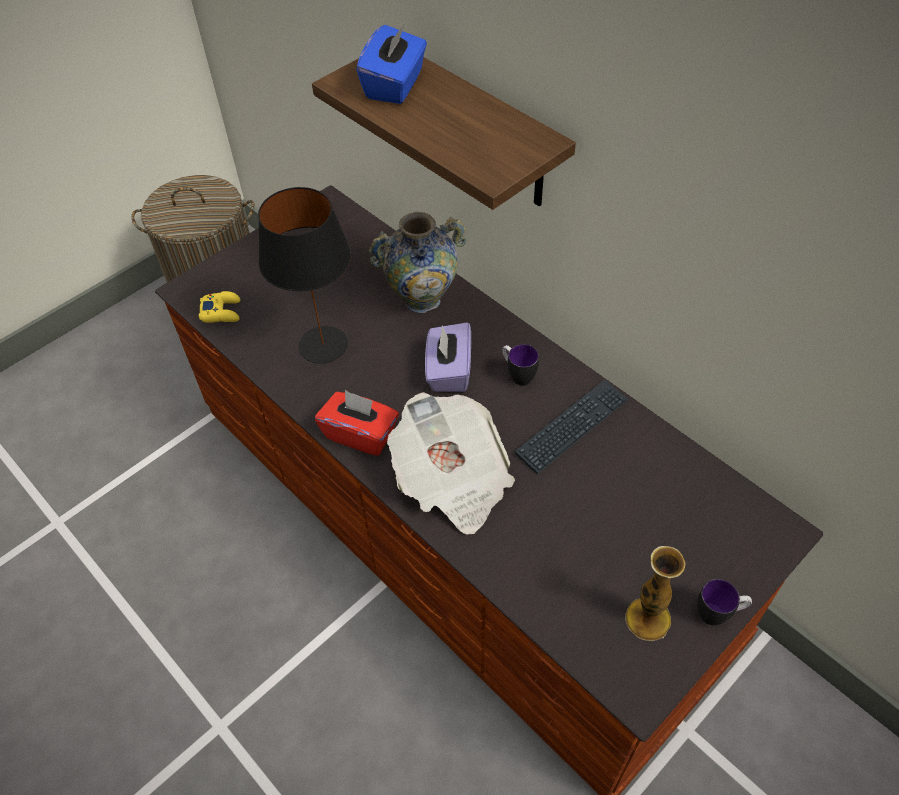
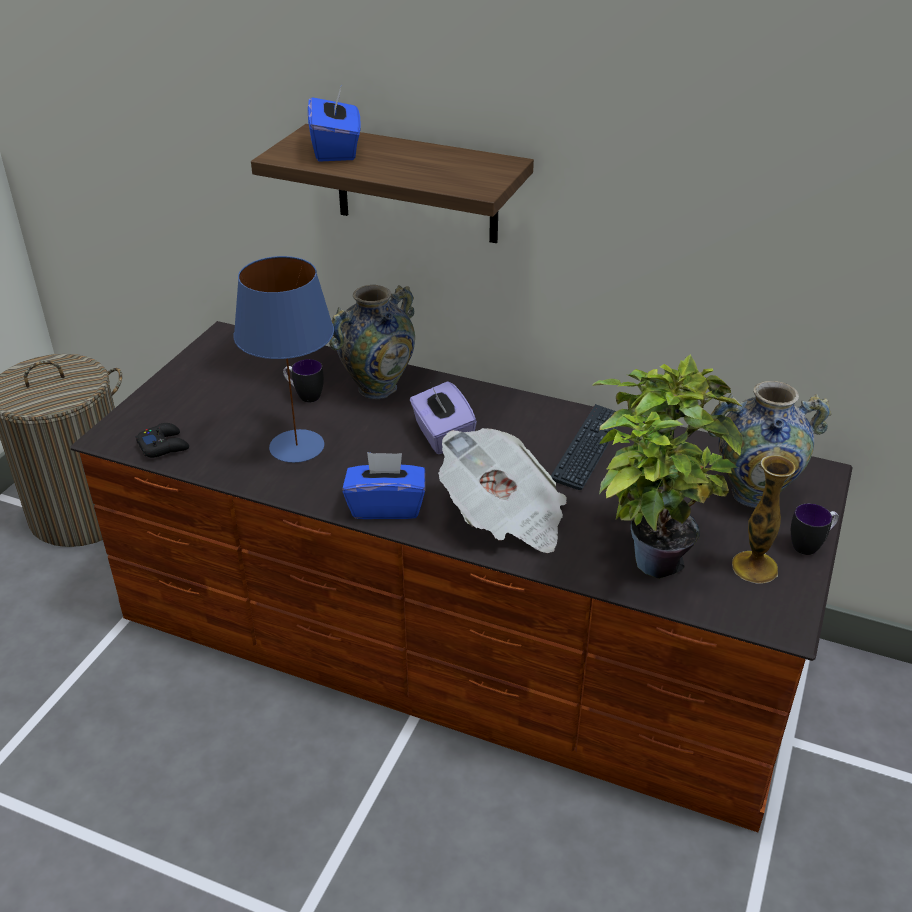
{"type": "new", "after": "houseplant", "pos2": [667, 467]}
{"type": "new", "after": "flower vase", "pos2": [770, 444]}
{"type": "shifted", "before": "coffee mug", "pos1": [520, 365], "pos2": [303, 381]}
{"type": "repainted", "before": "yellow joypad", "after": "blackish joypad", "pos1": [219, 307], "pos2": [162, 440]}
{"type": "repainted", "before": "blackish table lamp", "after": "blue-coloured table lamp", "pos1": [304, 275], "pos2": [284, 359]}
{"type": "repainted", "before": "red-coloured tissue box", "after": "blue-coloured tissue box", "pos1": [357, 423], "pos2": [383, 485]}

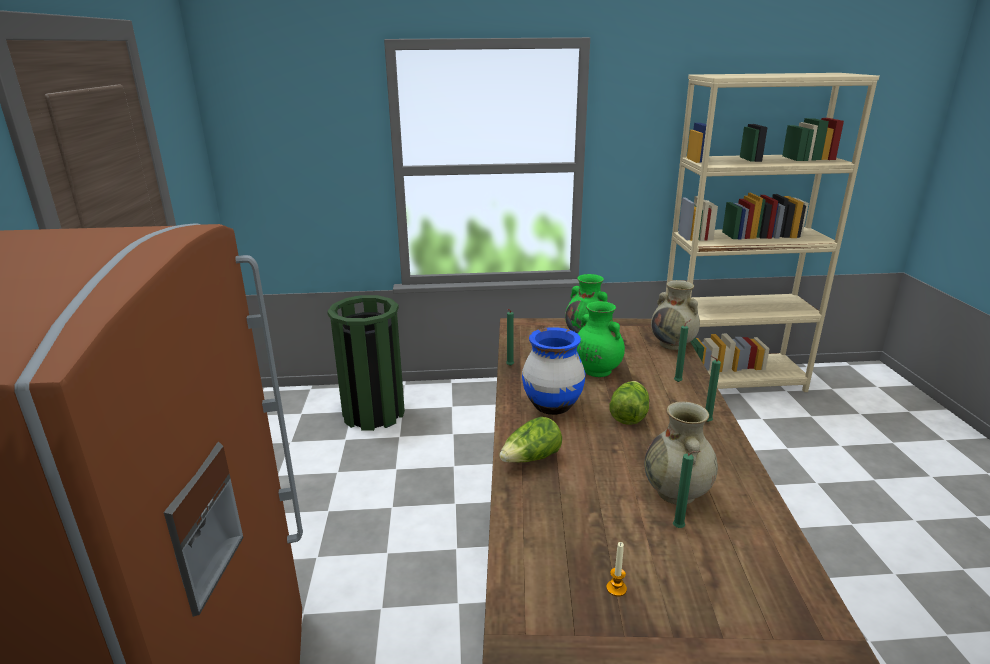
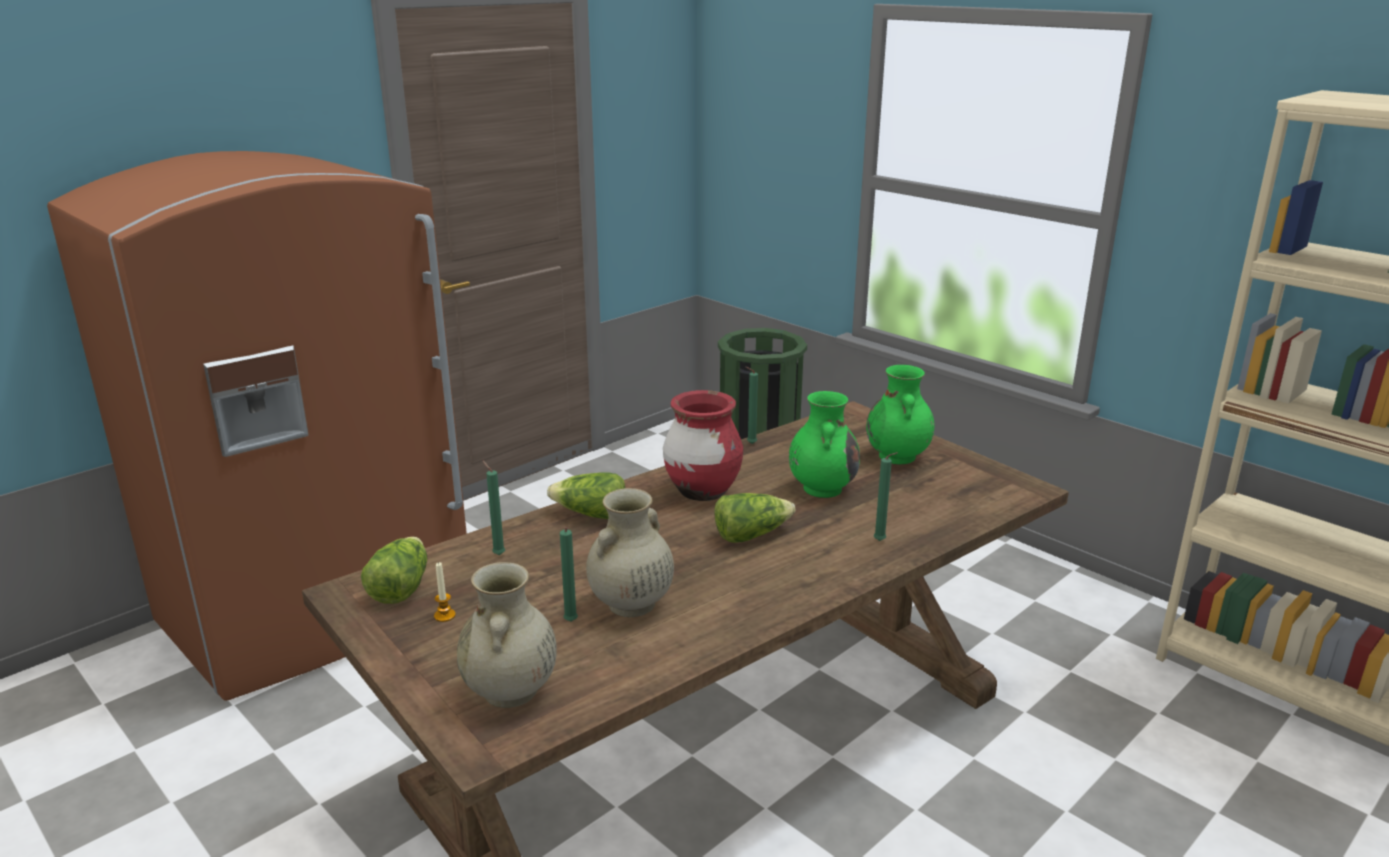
{"type": "new", "after": "lettuce", "pos2": [394, 570]}
{"type": "shifted", "before": "sand-coloured flower vase", "pos1": [675, 315], "pos2": [507, 635]}
{"type": "shifted", "before": "green wax candle", "pos1": [713, 389], "pos2": [494, 508]}
{"type": "repainted", "before": "blue-coloured flower vase", "after": "red-coloured flower vase", "pos1": [554, 371], "pos2": [703, 445]}

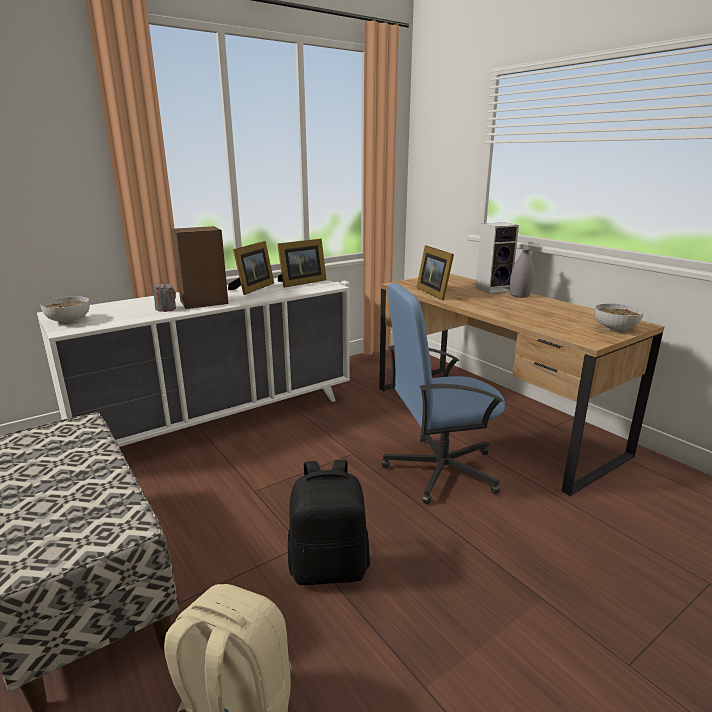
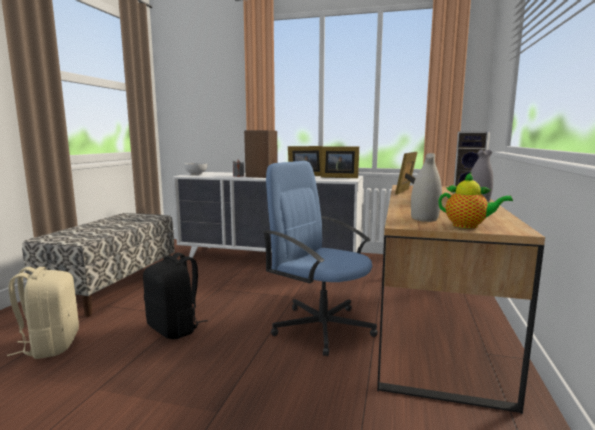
{"type": "new", "after": "white flower vase", "pos2": [426, 187]}
{"type": "swapped", "before": "serving bowl", "after": "tea pot", "pos1": [619, 317], "pos2": [475, 200]}

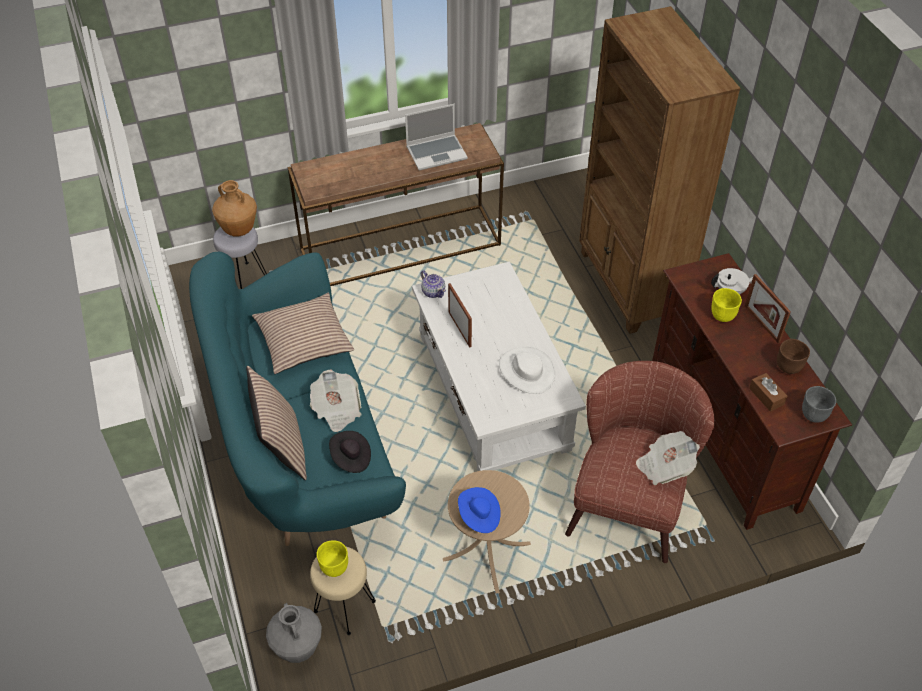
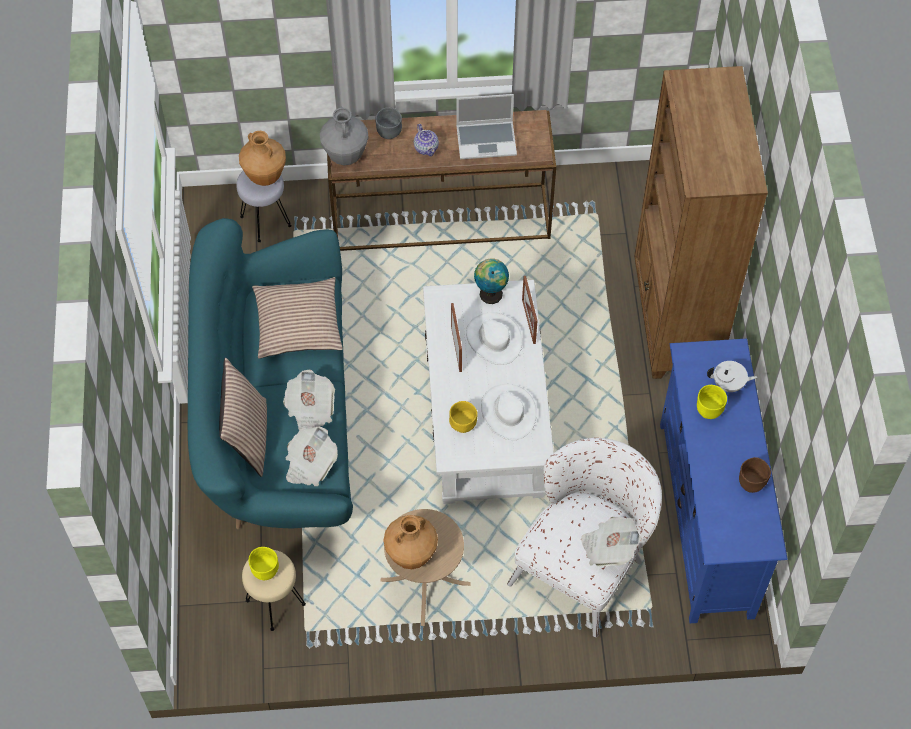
{"type": "gone", "before": "brown tissue box", "pos1": [768, 392]}
{"type": "new", "after": "yellow serving bowl", "pos2": [463, 417]}
{"type": "new", "after": "white hat", "pos2": [494, 338]}
{"type": "new", "after": "world globe", "pos2": [491, 281]}
{"type": "shifted", "before": "greyish flower vase", "pos1": [294, 633], "pos2": [344, 136]}
{"type": "shifted", "before": "tea pot", "pos1": [433, 284], "pos2": [426, 140]}
{"type": "shifted", "before": "picture frame", "pos1": [768, 308], "pos2": [530, 310]}
{"type": "shifted", "before": "greyish serving bowl", "pos1": [819, 404], "pos2": [388, 123]}
{"type": "swapped", "before": "blackish hat", "after": "printed paper", "pos1": [350, 452], "pos2": [312, 456]}
{"type": "swapped", "before": "blue-coloured hat", "after": "brown flower vase", "pos1": [479, 510], "pos2": [410, 542]}
{"type": "repainted", "before": "brown armchair", "after": "white armchair", "pos1": [640, 462], "pos2": [584, 537]}
{"type": "repainted", "before": "brown media console", "after": "blue-coloured media console", "pos1": [752, 391], "pos2": [724, 481]}

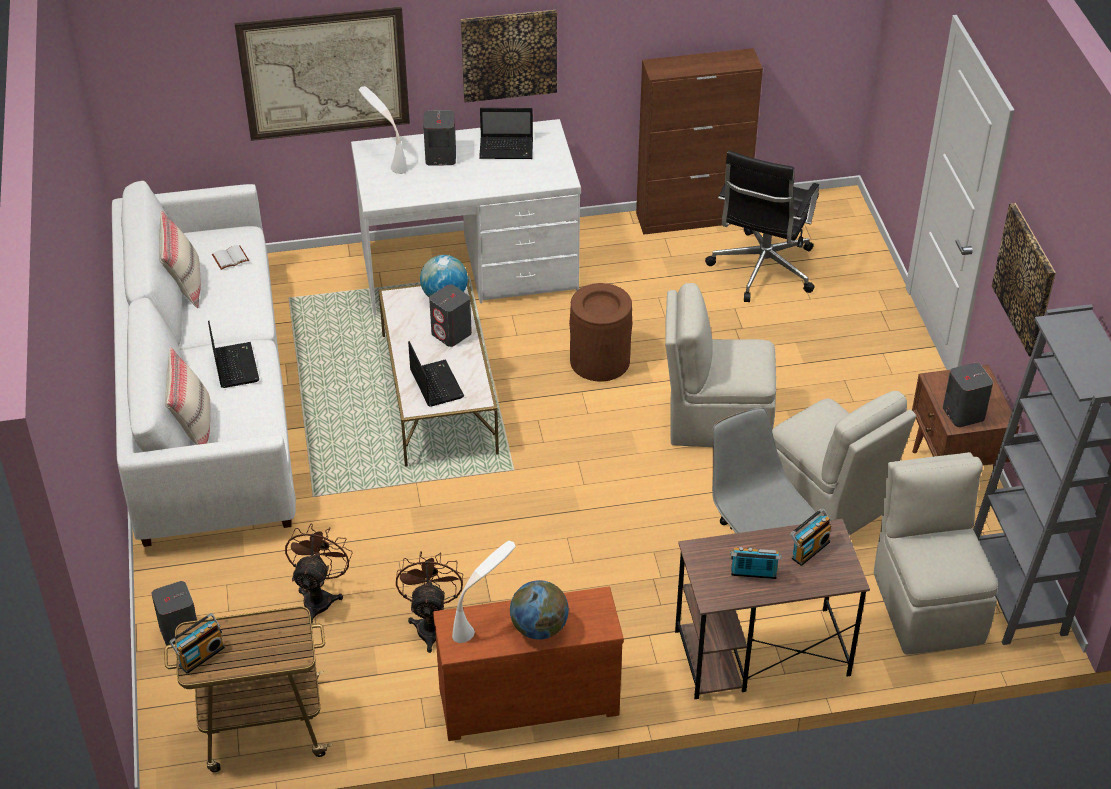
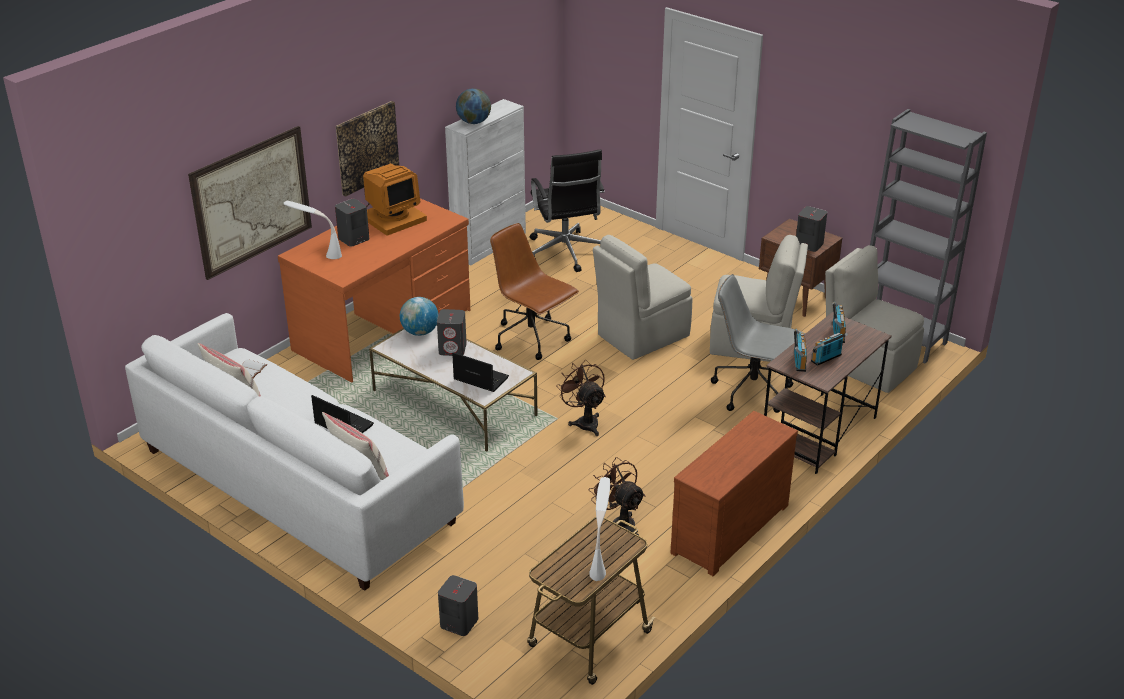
{"type": "gone", "before": "wall picture", "pos1": [1024, 280]}
{"type": "shifted", "before": "radio receiver", "pos1": [197, 643], "pos2": [800, 350]}
{"type": "shifted", "before": "brown fan", "pos1": [319, 573], "pos2": [581, 398]}
{"type": "shifted", "before": "white table lamp", "pos1": [484, 592], "pos2": [599, 529]}
{"type": "shifted", "before": "world globe", "pos1": [539, 610], "pos2": [473, 106]}
{"type": "swapped", "before": "notebook computer", "after": "monitor", "pos1": [506, 133], "pos2": [395, 199]}
{"type": "swapped", "before": "brown waste bin", "after": "brown desk chair", "pos1": [600, 332], "pos2": [534, 291]}
{"type": "repainted", "before": "white desk table", "after": "orange desk table", "pos1": [466, 217], "pos2": [374, 290]}
{"type": "repainted", "before": "brown cabinet", "after": "white cabinet", "pos1": [699, 141], "pos2": [485, 182]}

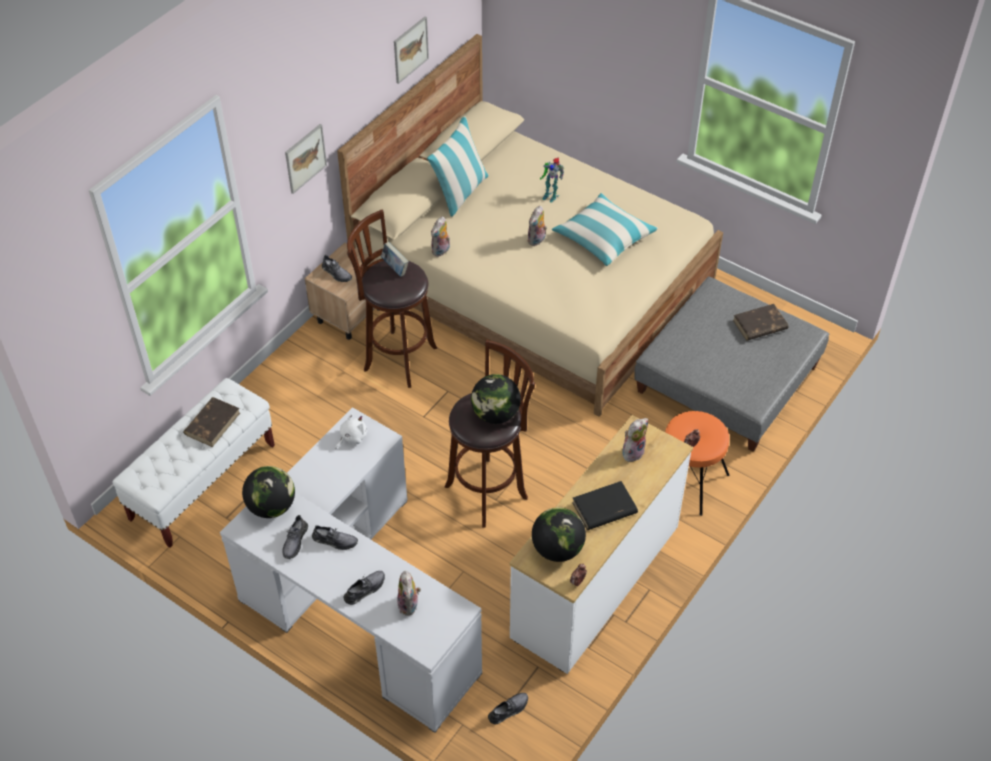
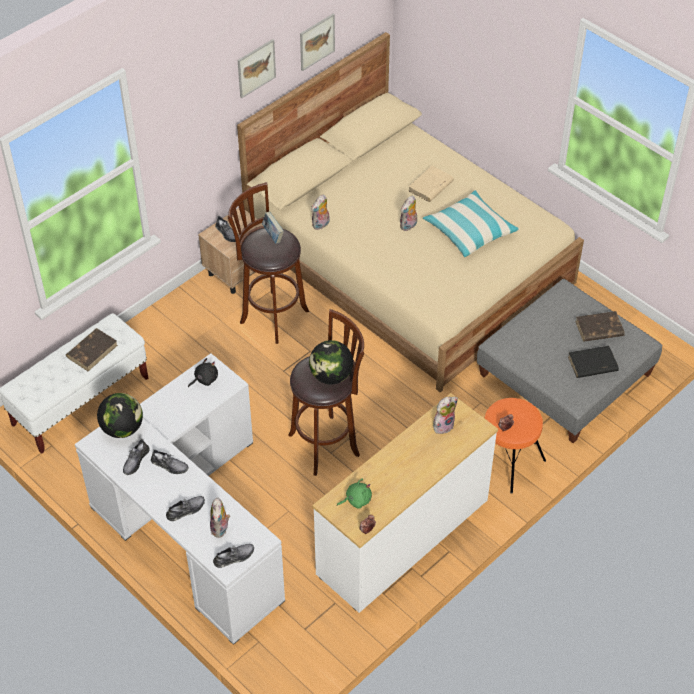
{"type": "gone", "before": "throw pillow", "pos1": [458, 166]}
{"type": "shifted", "before": "wall picture", "pos1": [306, 159], "pos2": [257, 68]}
{"type": "shifted", "before": "greyish shoe", "pos1": [508, 708], "pos2": [233, 556]}
{"type": "shifted", "before": "blackish volume", "pos1": [605, 505], "pos2": [593, 362]}
{"type": "swapped", "before": "world globe", "after": "green plush toy", "pos1": [559, 534], "pos2": [354, 494]}
{"type": "swapped", "before": "robot figure", "after": "sand-coloured volume", "pos1": [552, 180], "pos2": [431, 184]}
{"type": "repainted", "before": "white plush toy", "after": "blackish plush toy", "pos1": [351, 431], "pos2": [203, 372]}

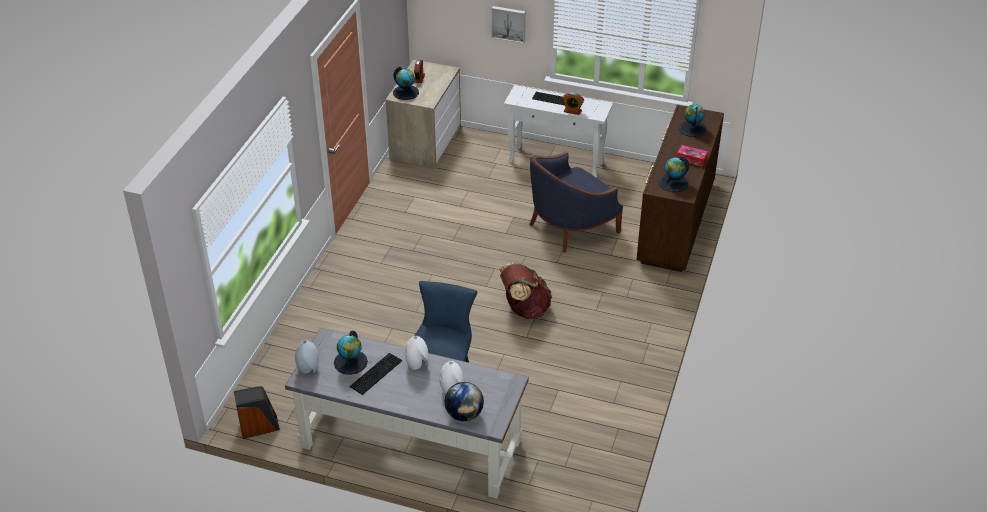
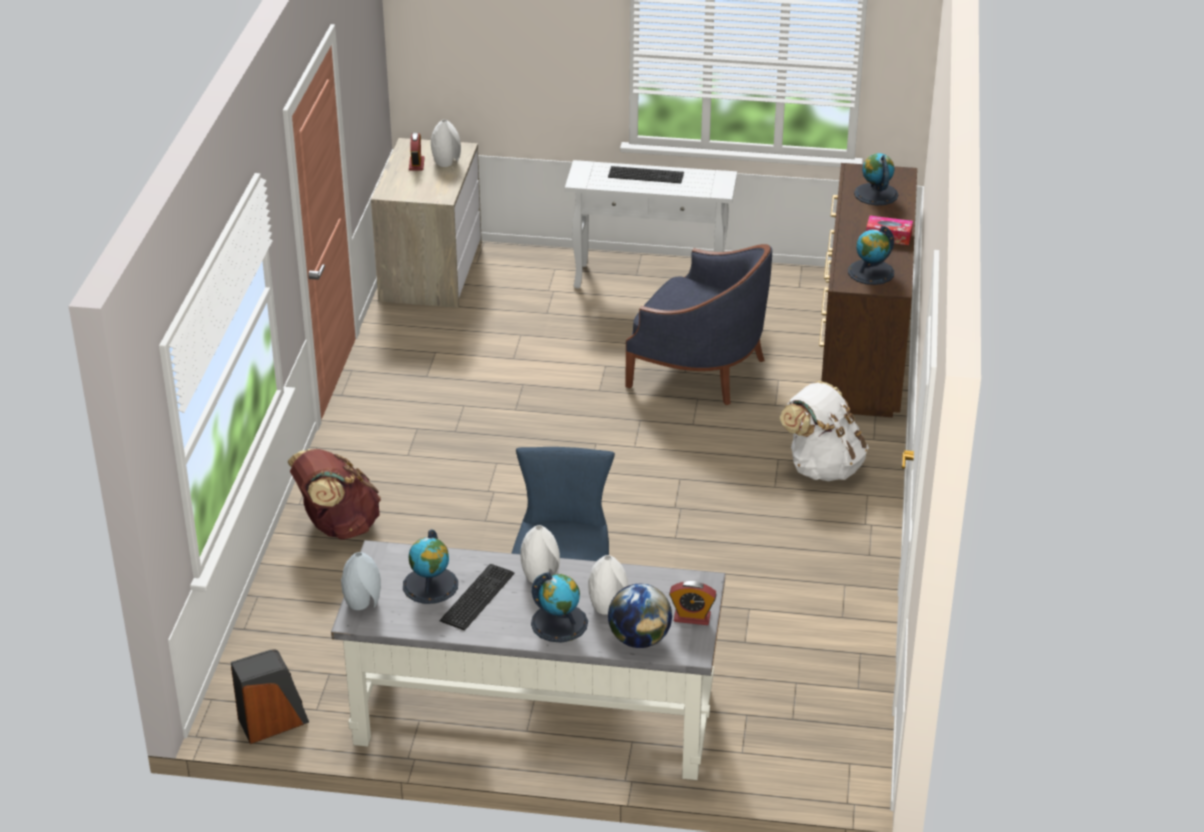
{"type": "gone", "before": "wall picture", "pos1": [509, 24]}
{"type": "new", "after": "white flower vase", "pos2": [446, 143]}
{"type": "new", "after": "white rucksack", "pos2": [824, 431]}
{"type": "shifted", "before": "world globe", "pos1": [406, 83], "pos2": [559, 607]}
{"type": "shifted", "before": "brown rucksack", "pos1": [525, 290], "pos2": [334, 494]}
{"type": "shifted", "before": "alarm clock", "pos1": [573, 104], "pos2": [693, 603]}
{"type": "rotated", "before": "blue-coloured armchair", "pos1": [576, 201], "pos2": [698, 324], "turn": -105}

